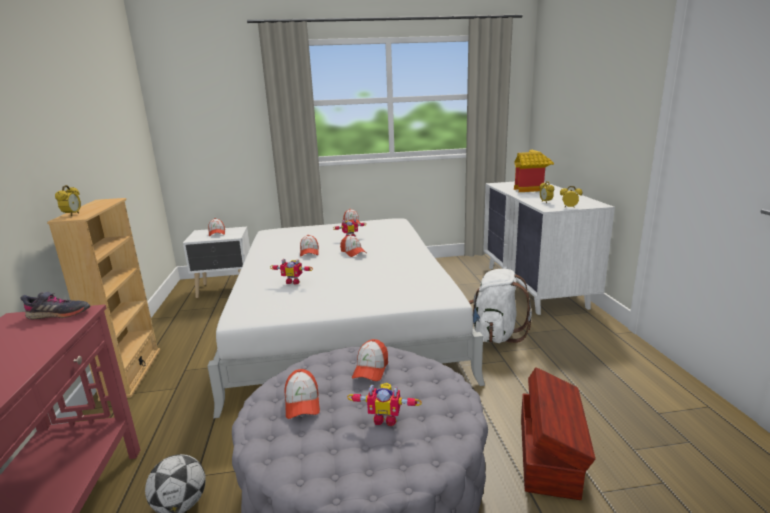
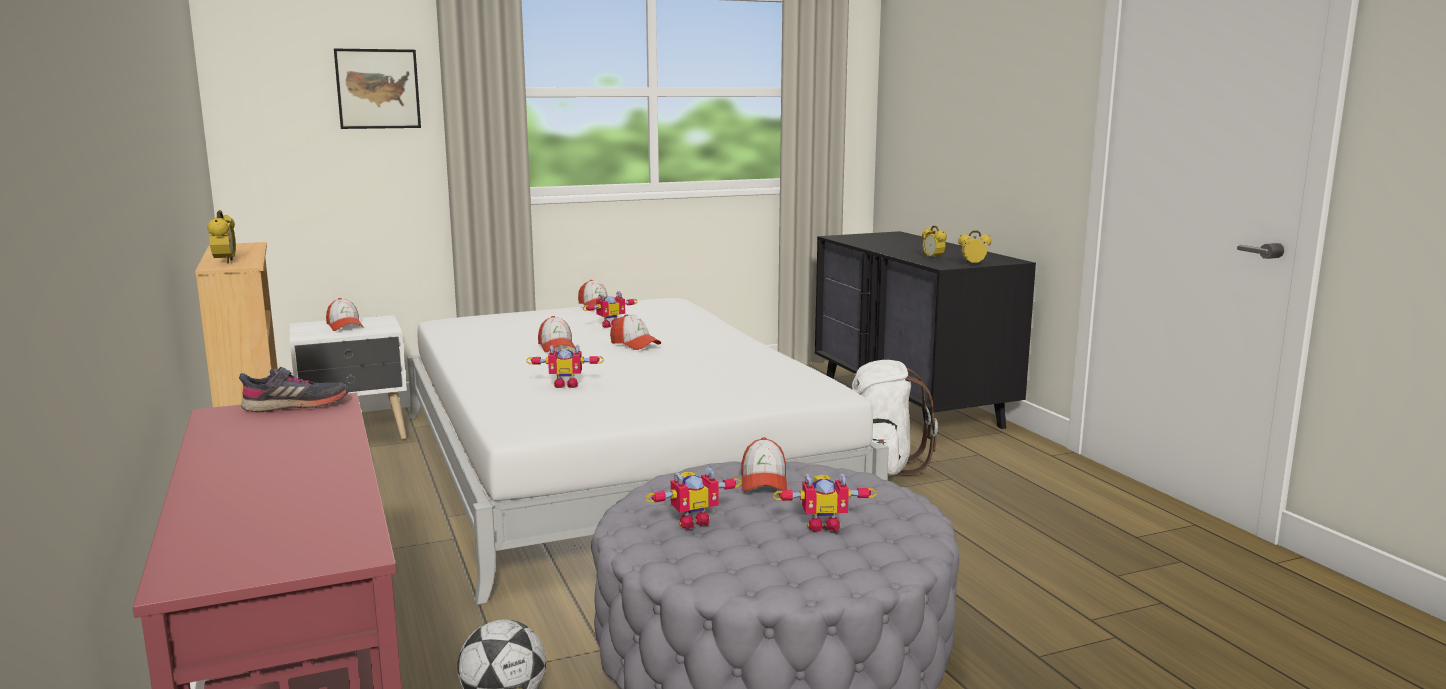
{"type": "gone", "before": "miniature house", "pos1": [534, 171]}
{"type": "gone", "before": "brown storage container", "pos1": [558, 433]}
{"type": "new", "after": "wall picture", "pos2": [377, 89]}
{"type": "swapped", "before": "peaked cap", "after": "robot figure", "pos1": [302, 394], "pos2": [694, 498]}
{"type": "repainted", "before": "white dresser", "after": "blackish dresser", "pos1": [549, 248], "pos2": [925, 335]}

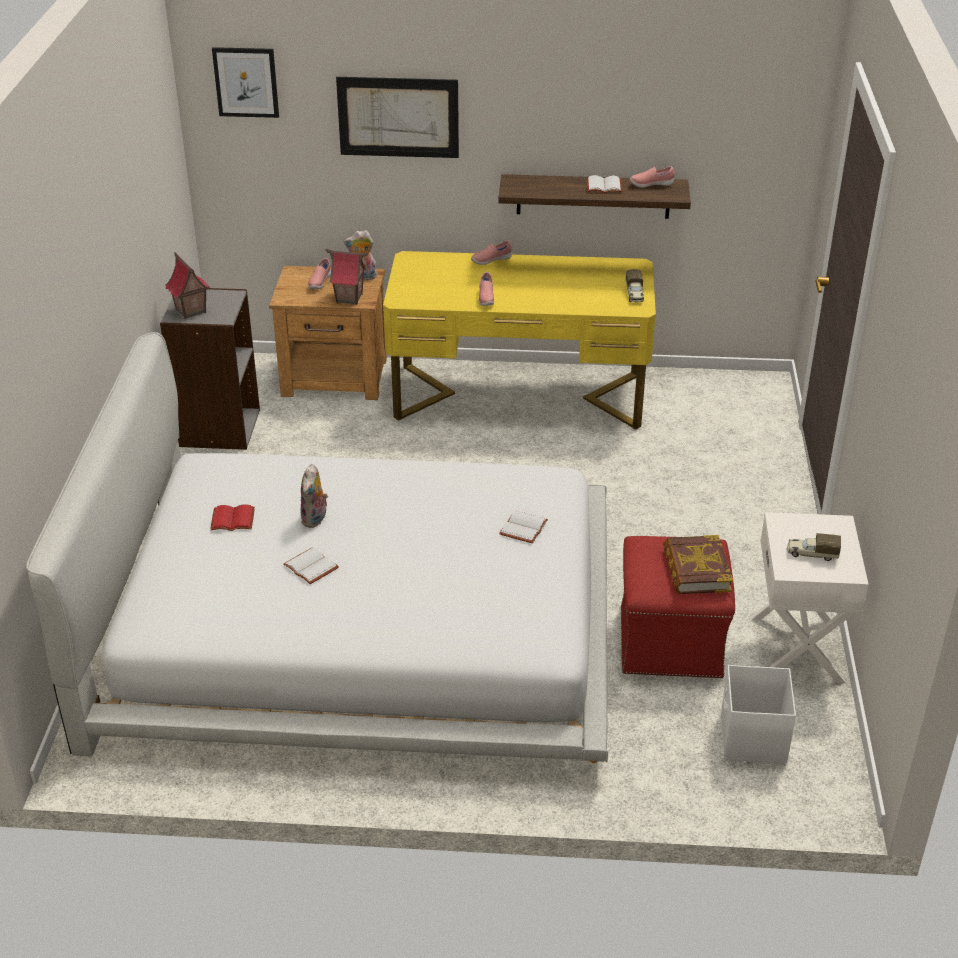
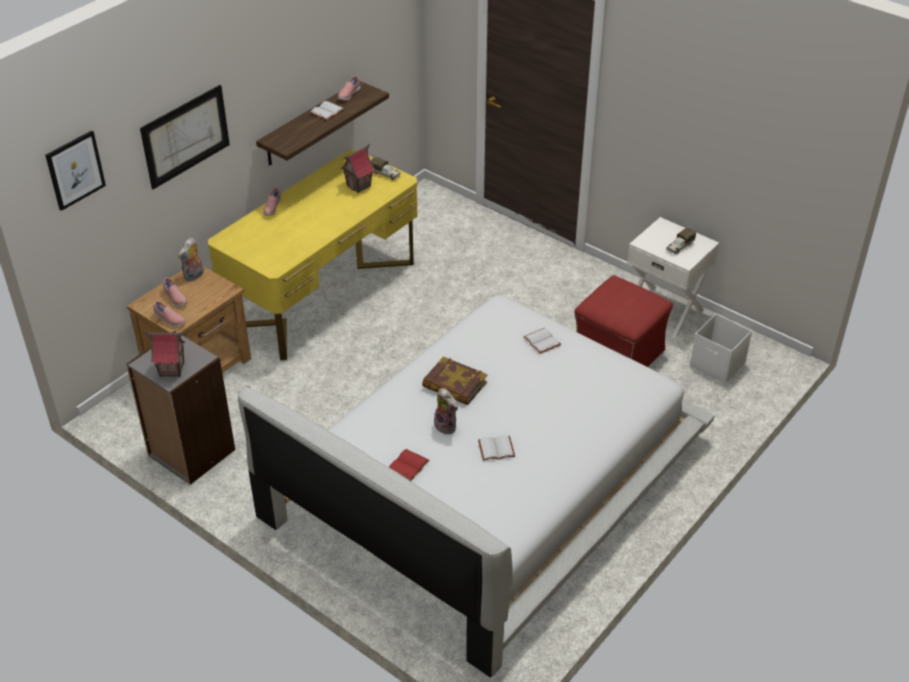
{"type": "shifted", "before": "miniature house", "pos1": [346, 277], "pos2": [358, 168]}
{"type": "shifted", "before": "pinkish shoe", "pos1": [486, 289], "pos2": [169, 314]}
{"type": "shifted", "before": "volume", "pos1": [698, 564], "pos2": [455, 380]}

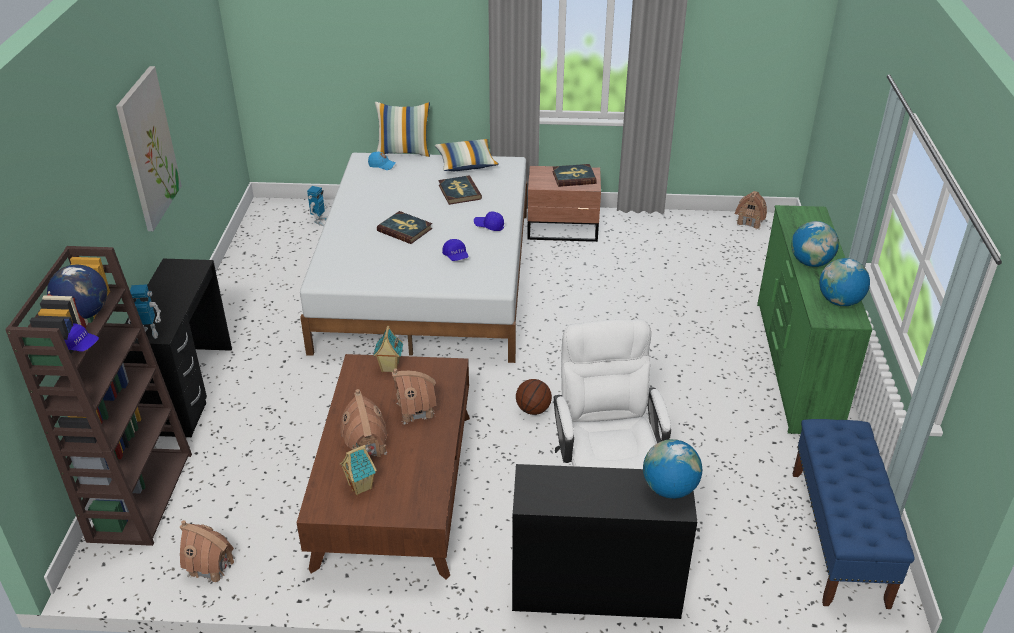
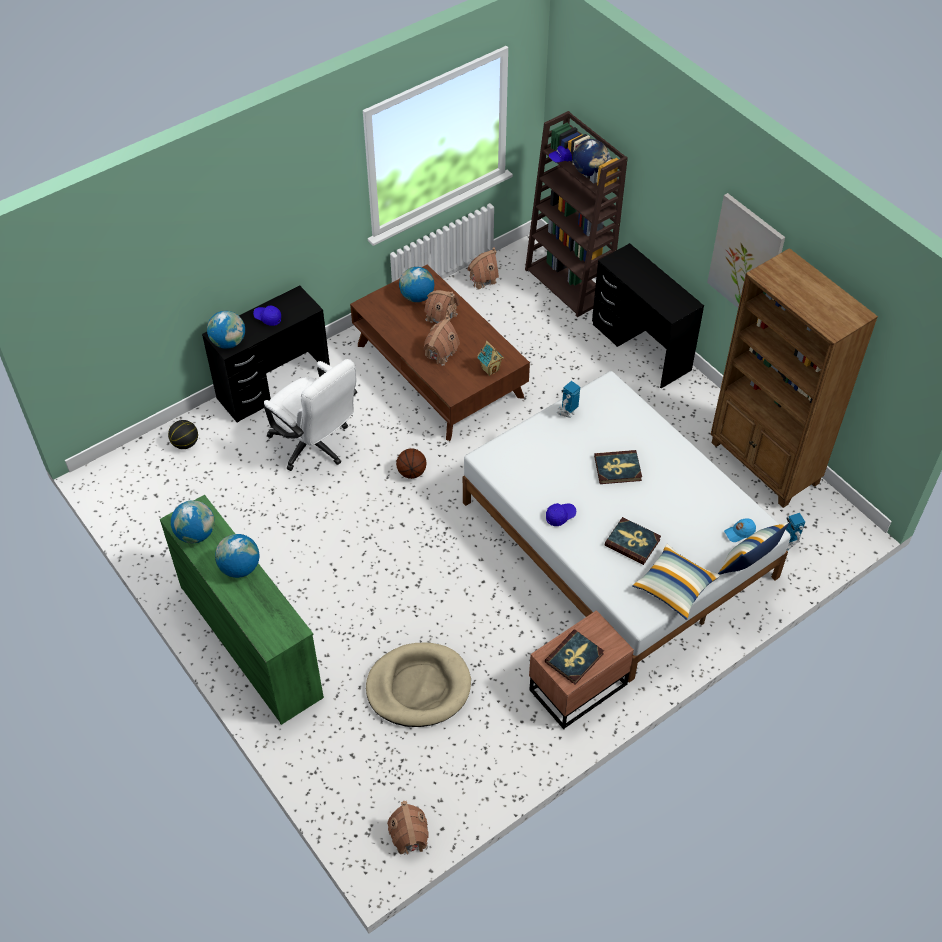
{"type": "gone", "before": "blue-coloured indoor bench", "pos1": [854, 514]}
{"type": "new", "after": "basketball ball", "pos2": [183, 434]}
{"type": "new", "after": "sand-coloured dog bed", "pos2": [418, 685]}
{"type": "new", "after": "brown bookcase", "pos2": [794, 378]}
{"type": "shifted", "before": "robot figure", "pos1": [144, 312], "pos2": [568, 399]}
{"type": "shifted", "before": "blue-coloured peaked cap", "pos1": [455, 250], "pos2": [267, 315]}
{"type": "swapped", "before": "miniature house", "after": "world globe", "pos1": [358, 468], "pos2": [416, 284]}

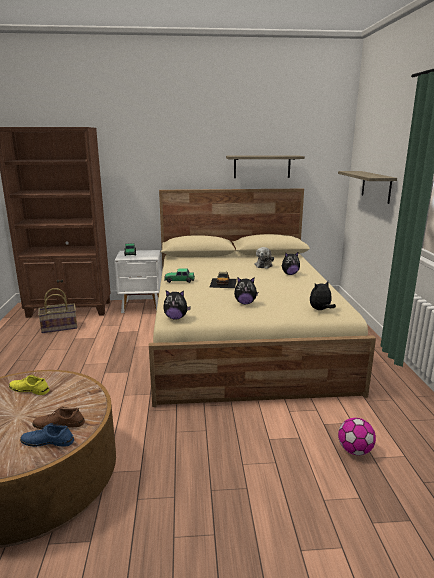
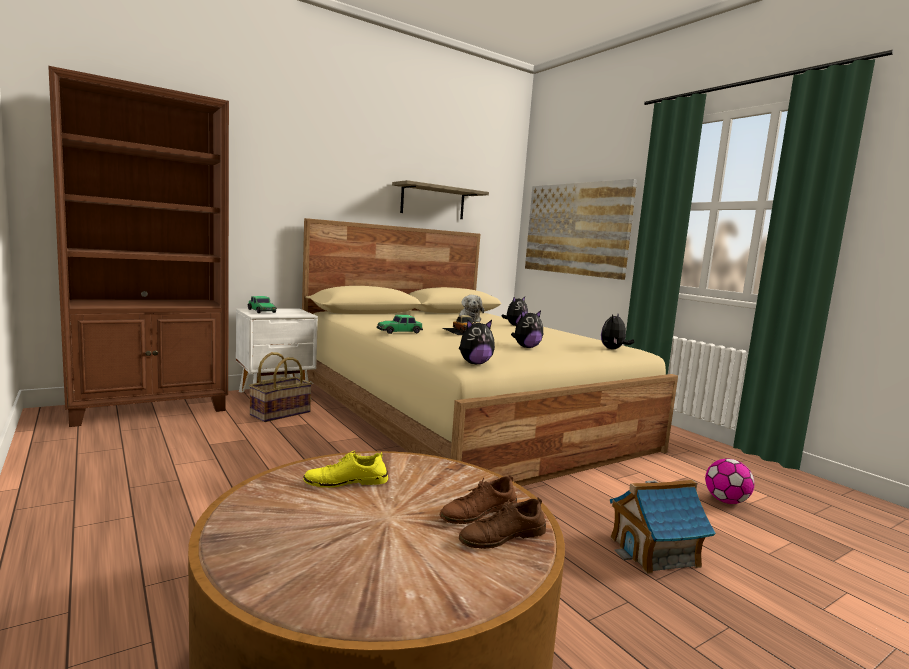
{"type": "new", "after": "miniature house", "pos2": [663, 527]}
{"type": "shifted", "before": "basket", "pos1": [57, 310], "pos2": [280, 387]}
{"type": "swapped", "before": "bracket shelf", "after": "wall picture", "pos1": [367, 187], "pos2": [581, 229]}
{"type": "repainted", "before": "blue-coloured shoe", "after": "brown shoe", "pos1": [47, 435], "pos2": [502, 523]}

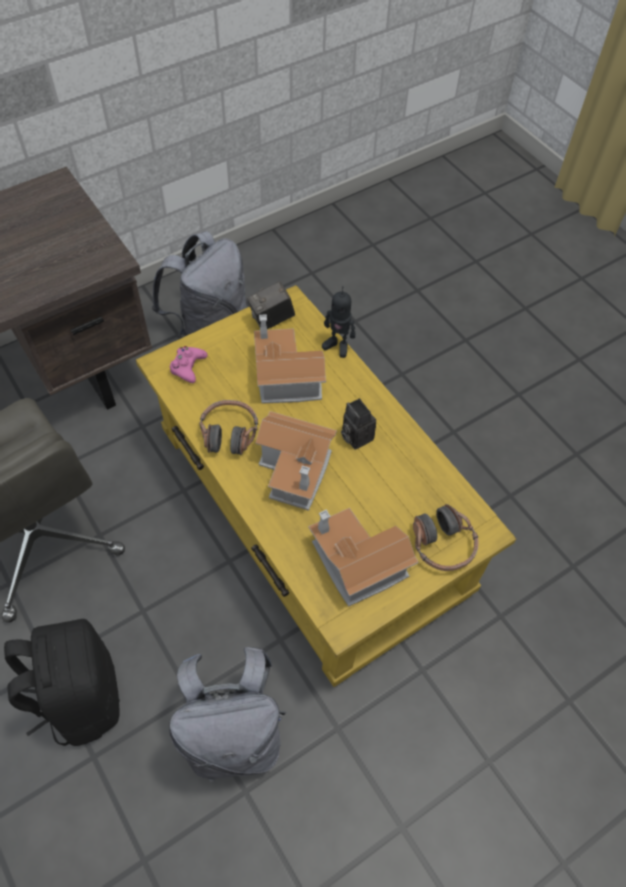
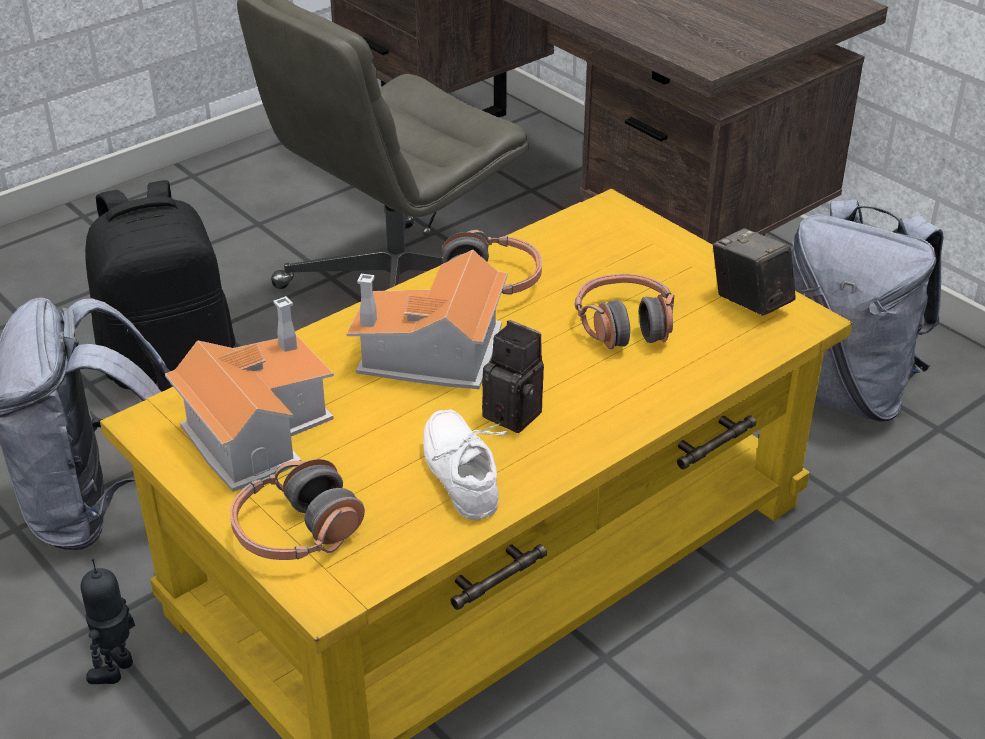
{"type": "gone", "before": "pinkish joypad", "pos1": [189, 364]}
{"type": "new", "after": "white shoe", "pos2": [465, 465]}
{"type": "shifted", "before": "robot figure", "pos1": [338, 322], "pos2": [108, 621]}
{"type": "swapped", "before": "miniature house", "after": "headphones", "pos1": [290, 359], "pos2": [624, 311]}
{"type": "rotated", "before": "photo camera", "pos1": [358, 424], "pos2": [513, 376], "turn": 75}

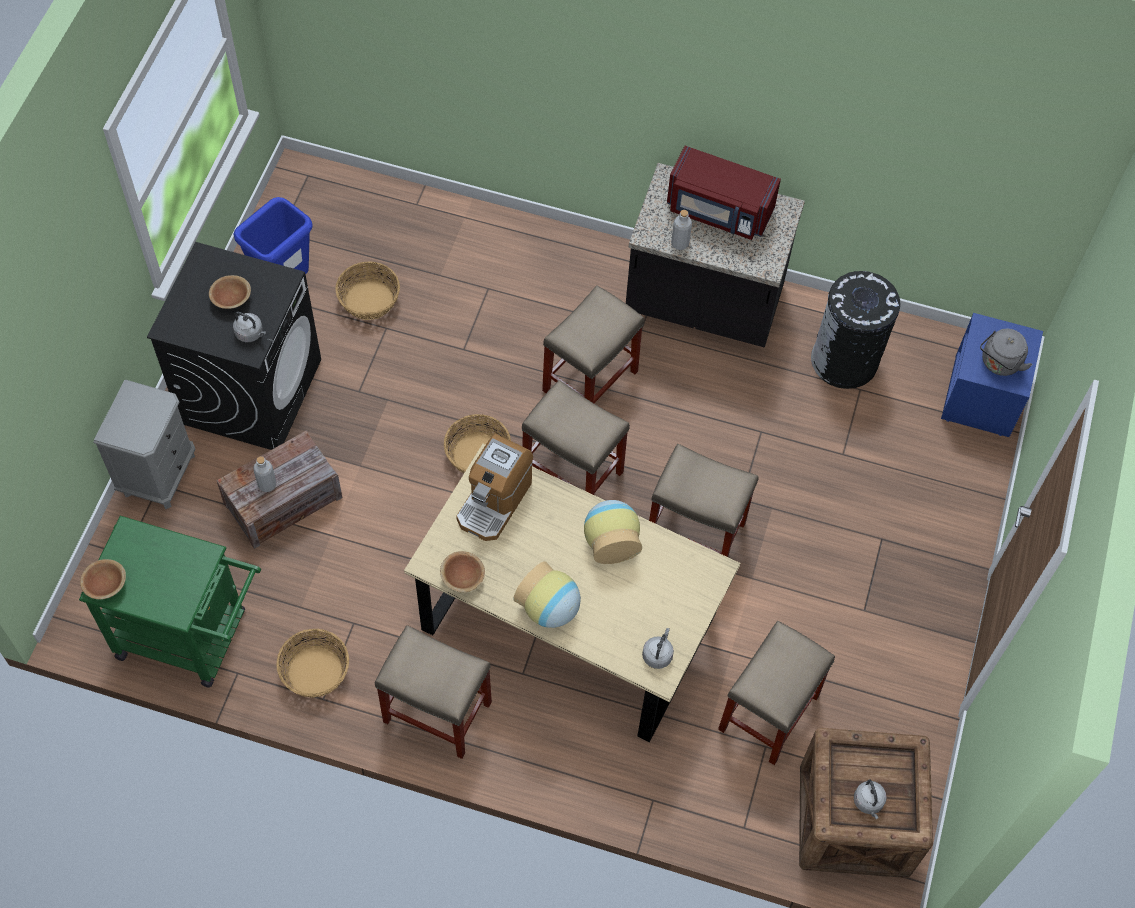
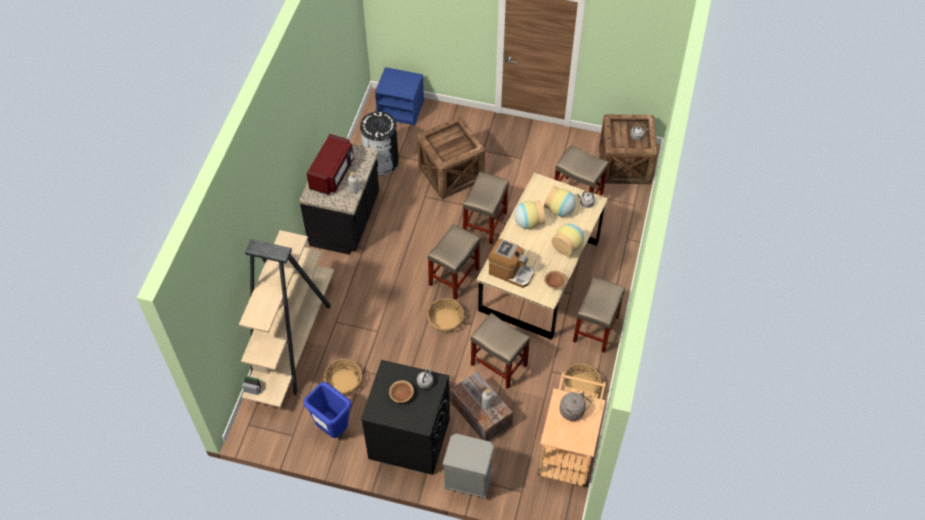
{"type": "gone", "before": "brown serving bowl", "pos1": [103, 579]}
{"type": "new", "after": "sand-coloured bookcase", "pos2": [286, 319]}
{"type": "new", "after": "crate", "pos2": [451, 158]}
{"type": "new", "after": "flower vase", "pos2": [560, 201]}
{"type": "shifted", "before": "sand-coloured sitting stool", "pos1": [593, 344], "pos2": [500, 351]}
{"type": "shifted", "before": "greyish kettle", "pos1": [1006, 352], "pos2": [575, 406]}
{"type": "repainted", "before": "green trolley", "after": "sand-coloured trolley", "pos1": [170, 602], "pos2": [572, 429]}

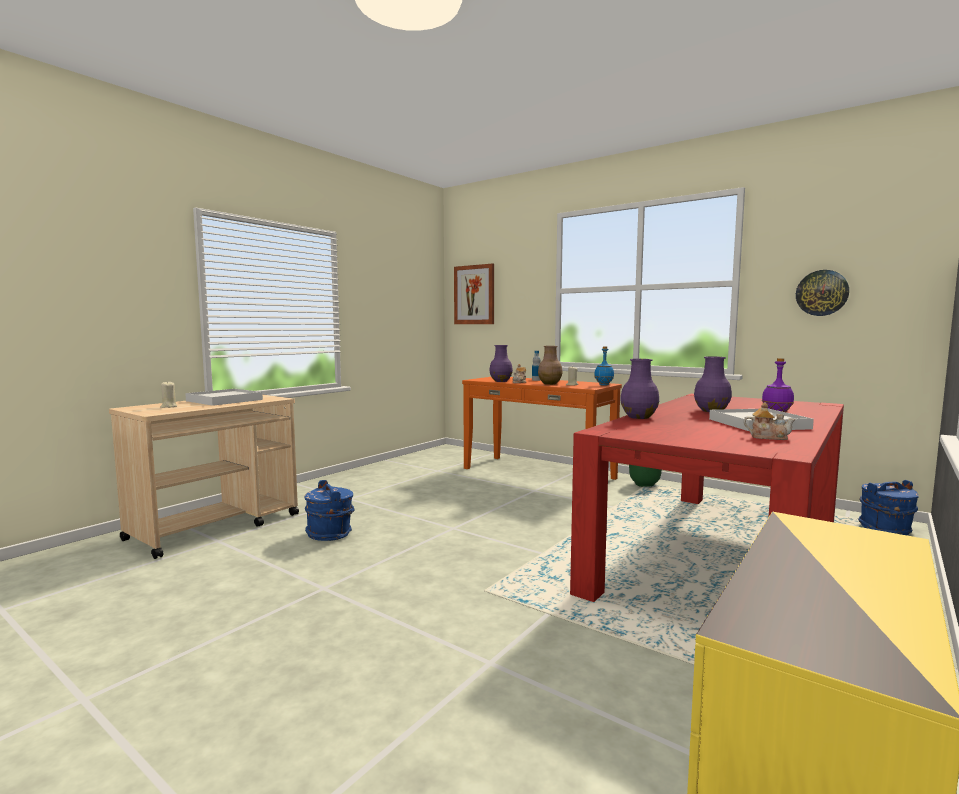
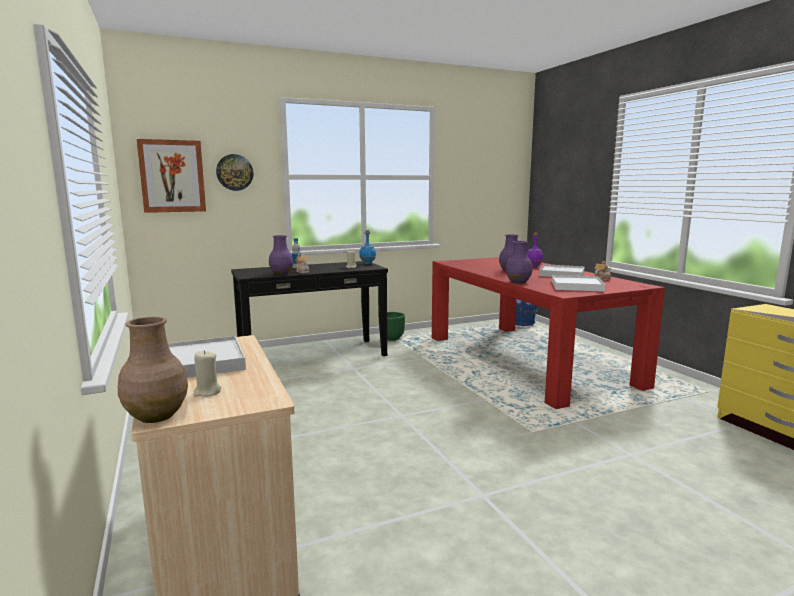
{"type": "gone", "before": "blue-coloured pail", "pos1": [329, 510]}
{"type": "new", "after": "white carrying tray", "pos2": [578, 283]}
{"type": "shifted", "before": "brown flower vase", "pos1": [550, 365], "pos2": [153, 370]}
{"type": "shifted", "before": "clock on the wall", "pos1": [822, 293], "pos2": [235, 172]}
{"type": "repainted", "before": "orange console table", "after": "blackish console table", "pos1": [542, 428], "pos2": [309, 308]}

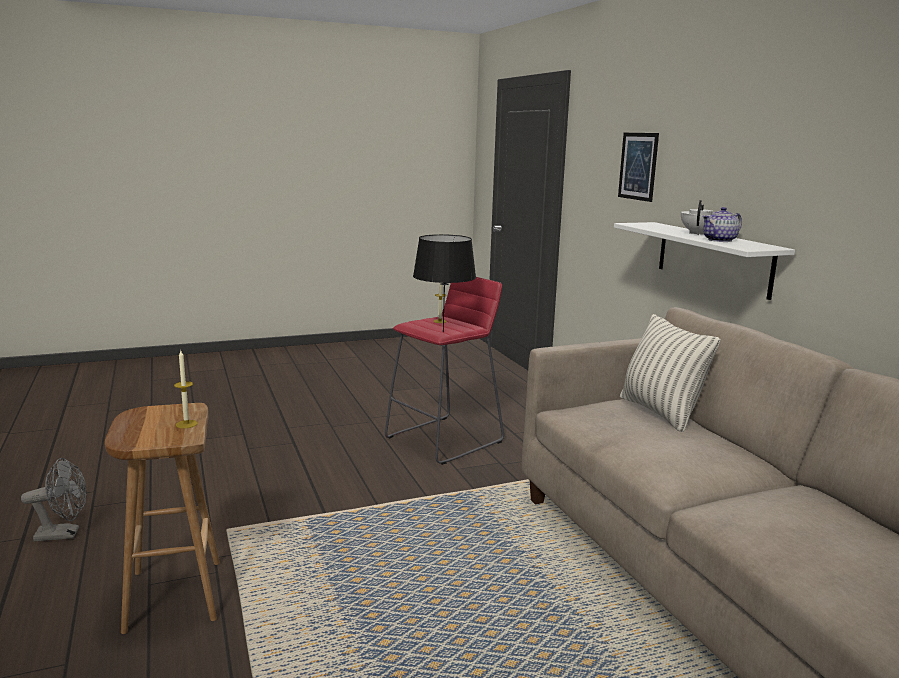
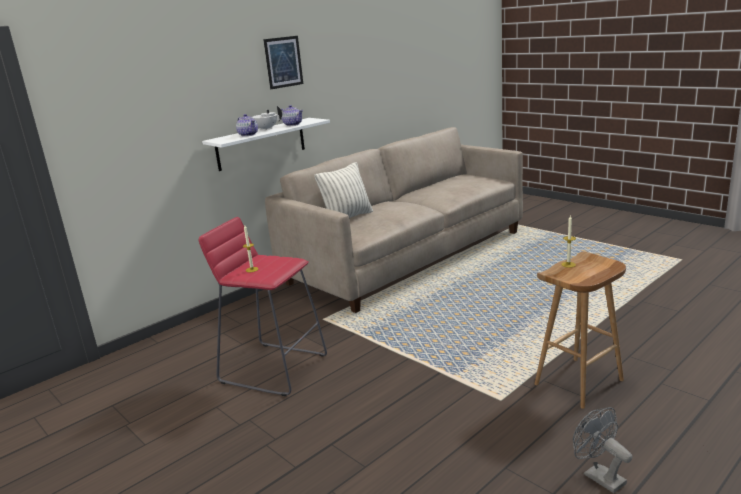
{"type": "gone", "before": "blackish table lamp", "pos1": [444, 283]}
{"type": "new", "after": "tea pot", "pos2": [247, 125]}
{"type": "shifted", "before": "wall picture", "pos1": [638, 167], "pos2": [283, 62]}

